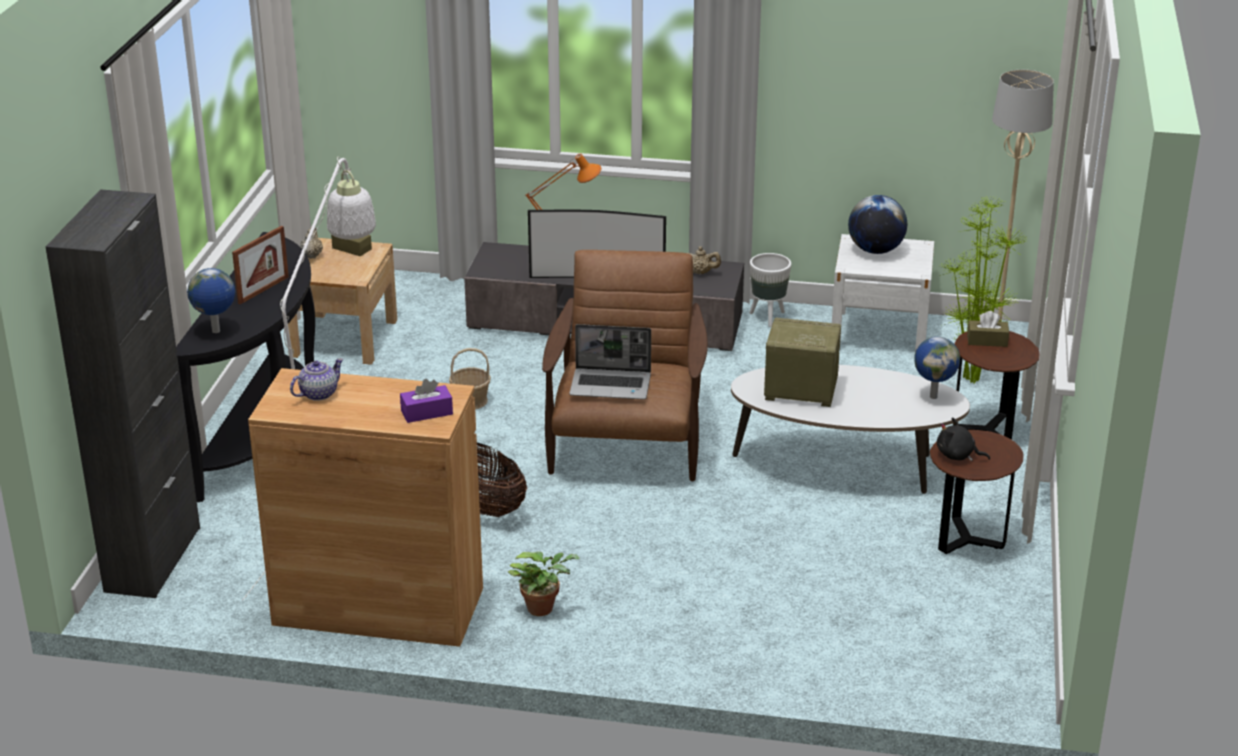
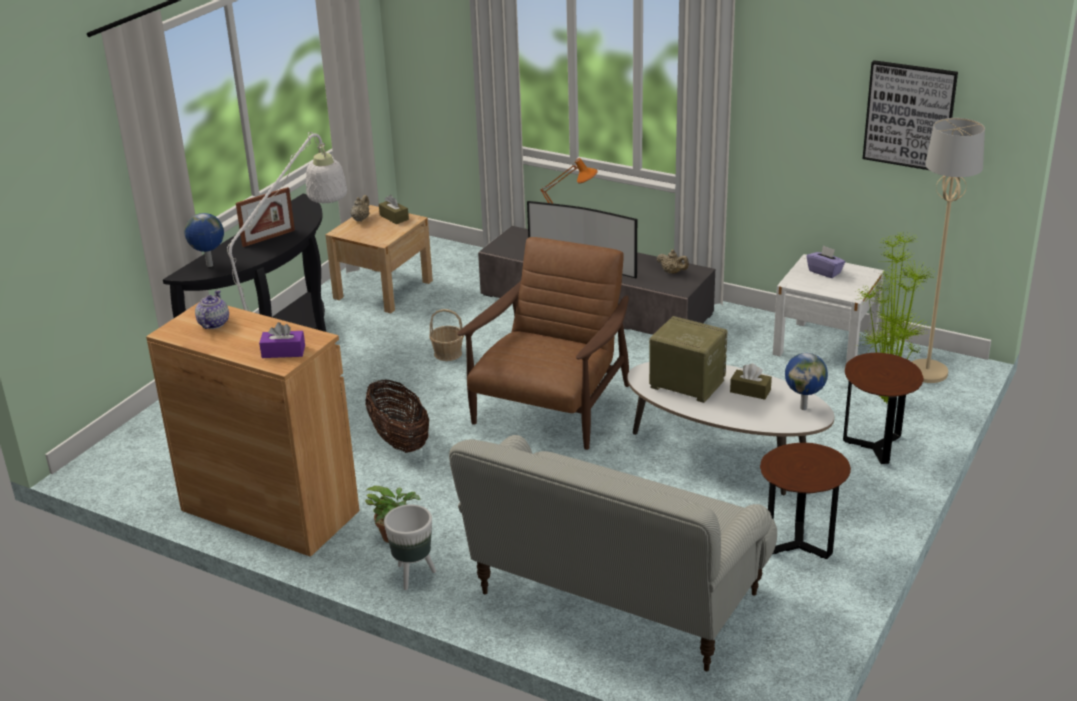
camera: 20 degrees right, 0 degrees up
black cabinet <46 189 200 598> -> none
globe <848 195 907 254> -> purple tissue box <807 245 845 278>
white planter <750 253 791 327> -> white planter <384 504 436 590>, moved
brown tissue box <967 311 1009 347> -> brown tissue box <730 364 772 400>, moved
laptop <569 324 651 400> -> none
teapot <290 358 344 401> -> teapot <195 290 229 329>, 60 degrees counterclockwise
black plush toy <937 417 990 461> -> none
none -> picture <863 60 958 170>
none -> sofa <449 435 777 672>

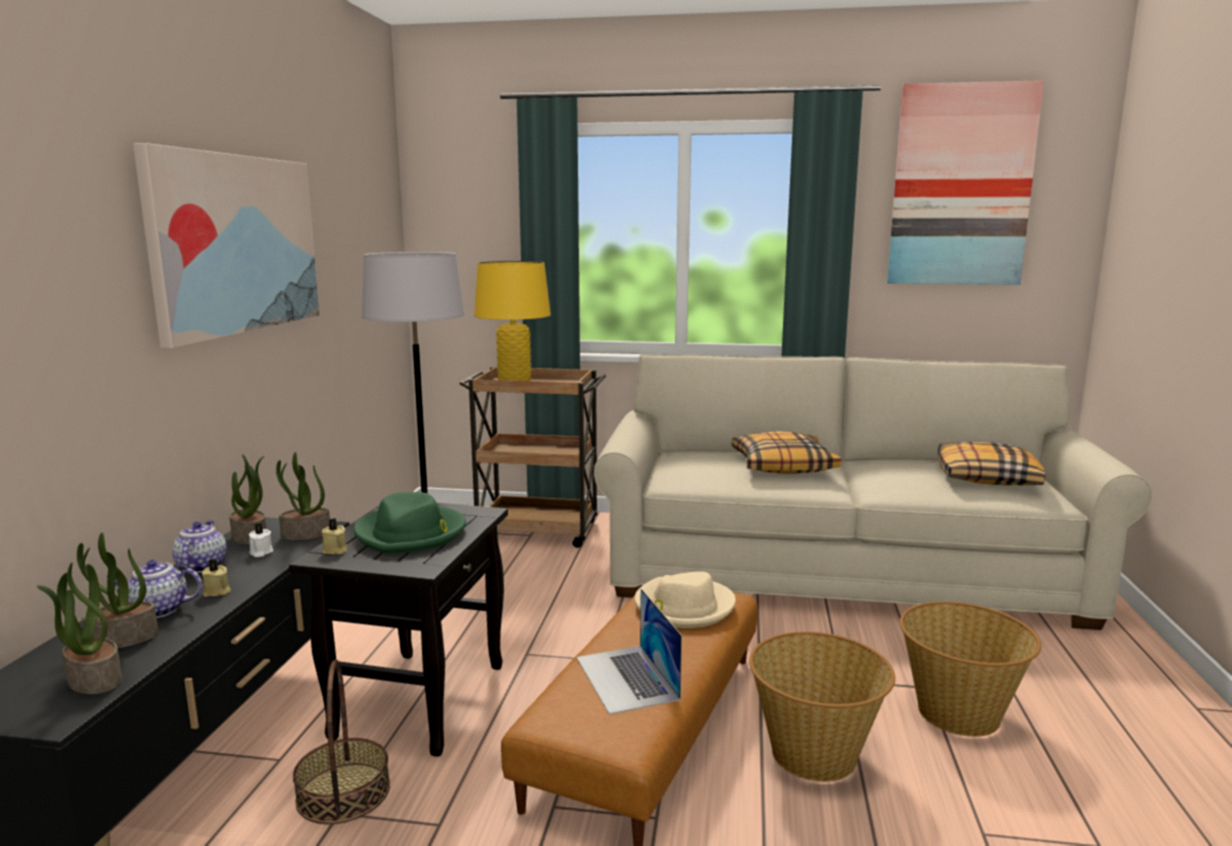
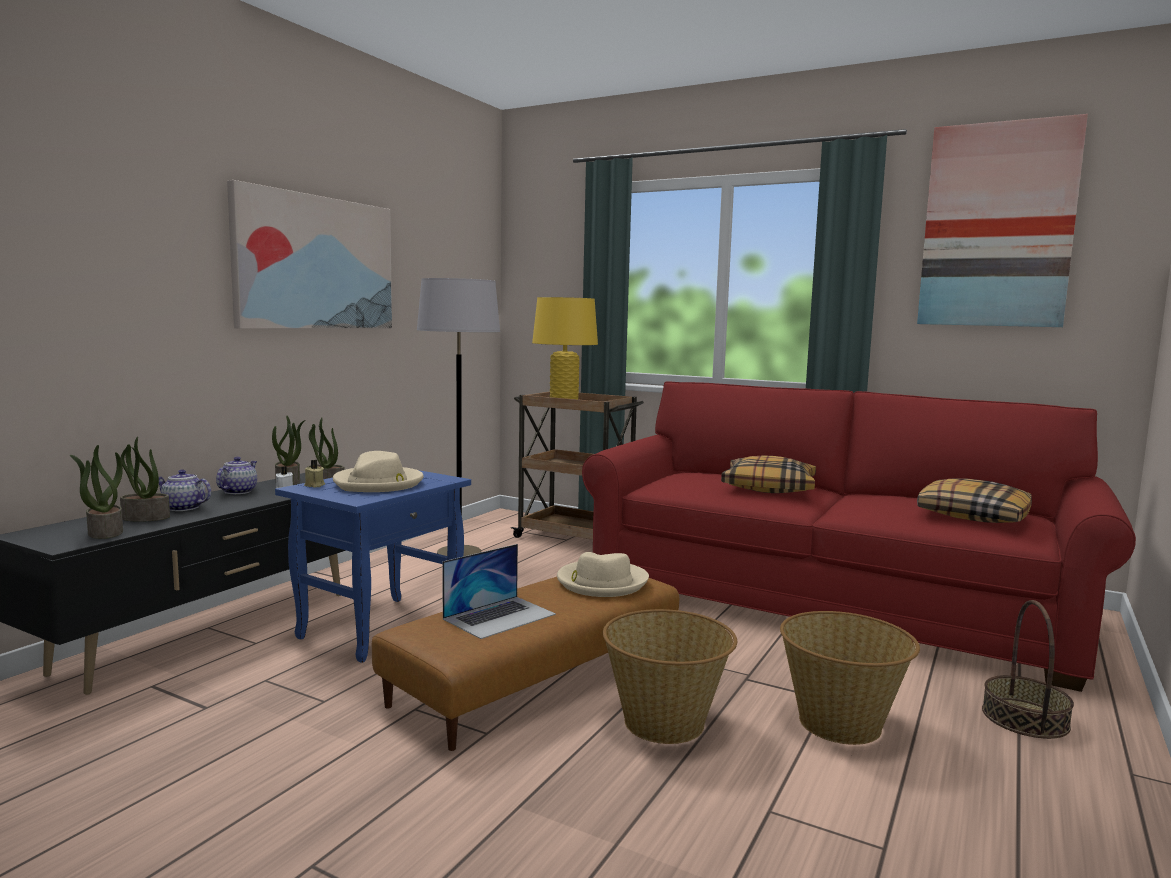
camera: 20 degrees right, 5 degrees down
beige sofa <594 354 1152 630> -> red sofa <582 381 1136 692>
green hat <354 492 466 554> -> beige hat <333 451 424 492>
black side table <289 503 508 757> -> blue side table <275 470 471 663>
beige candle <202 559 231 597> -> none
laptop <577 588 682 715> -> laptop <442 544 556 639>, 135 degrees counterclockwise
basket <293 659 390 824> -> basket <982 600 1074 739>, moved

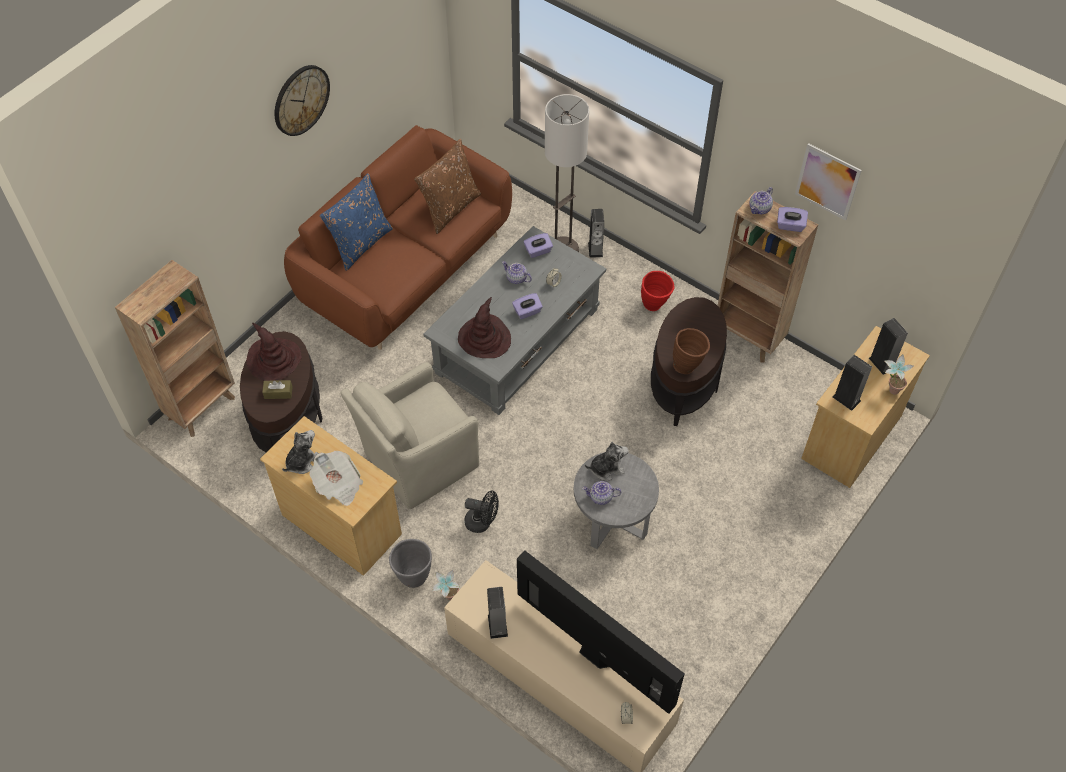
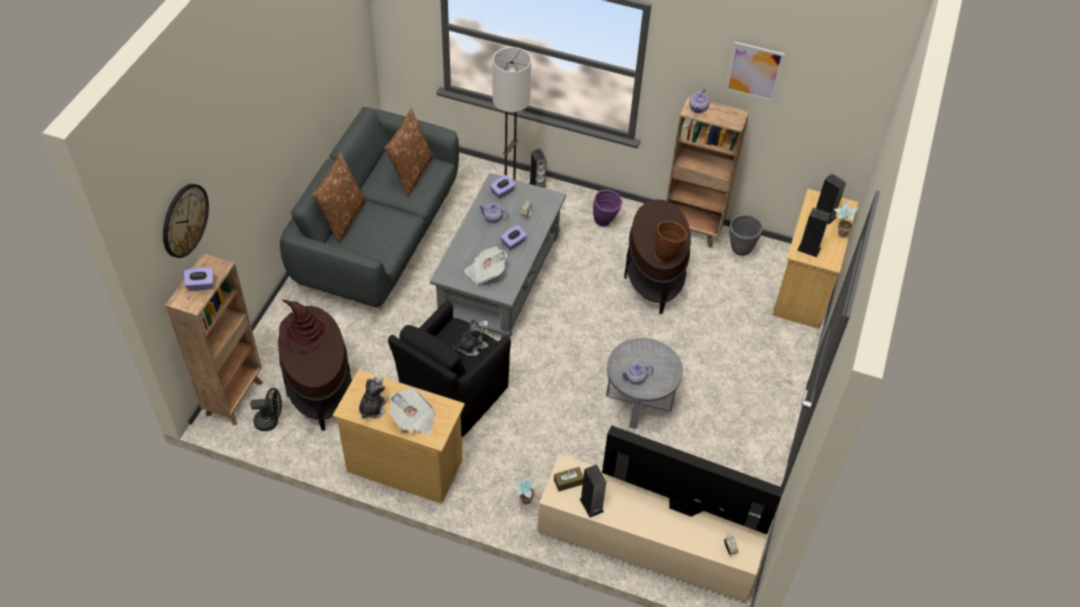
camera: 20 degrees left, 5 degrees down
wall clock <274 65 330 136> -> wall clock <163 184 209 258>, moved
brown sofa <284 125 512 350> -> grey sofa <280 107 459 311>
blue pillow <320 173 393 271> -> brown pillow <311 152 367 244>
purple tissue box <777 207 808 232> -> purple tissue box <184 267 214 291>, moved
red vase <641 271 674 311> -> purple vase <593 189 623 227>
brown hat <458 297 511 358> -> newspaper <465 246 507 285>
beige armchair <341 362 479 509> -> black armchair <388 301 511 437>
brown tissue box <262 380 292 399> -> brown tissue box <554 467 583 491>, moved
plush toy <585 441 629 481> -> plush toy <453 318 489 356>, moved
black fan <464 490 499 533> -> black fan <250 388 282 431>, moved
grey planter <389 539 432 588> -> grey planter <730 214 763 256>, moved

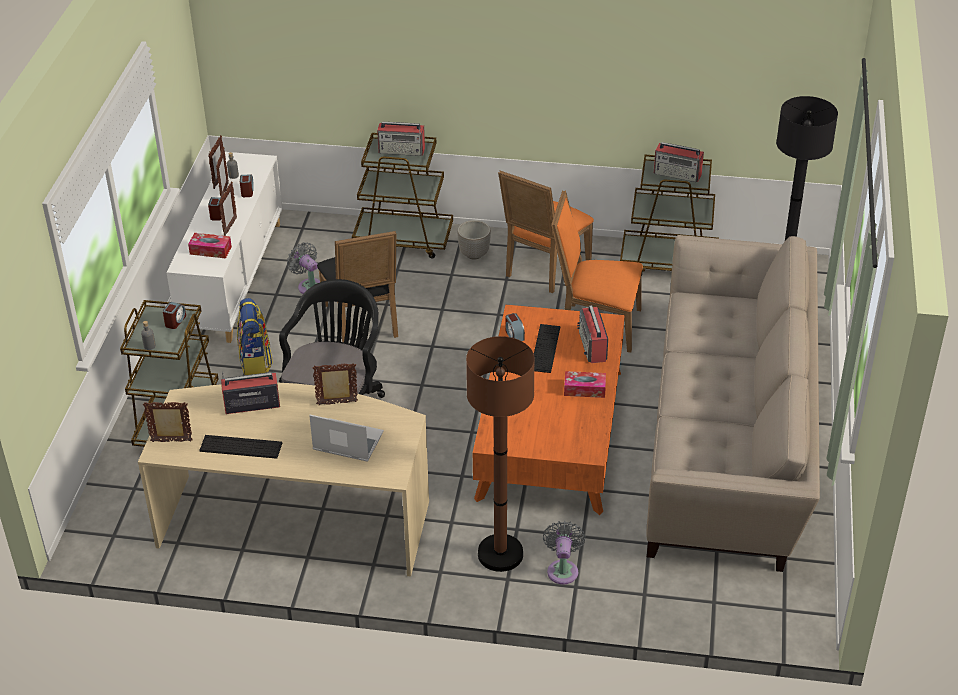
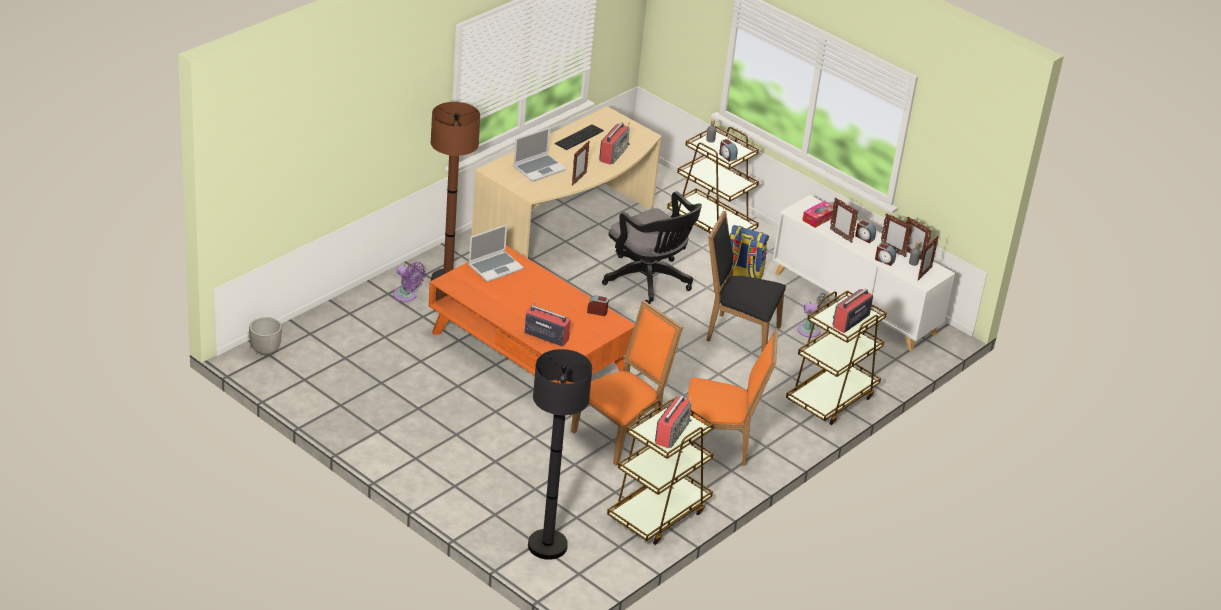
camera: 120 degrees right, 5 degrees down
radio <654 142 704 182> -> radio <655 396 692 449>, 150 degrees clockwise
orange chair <498 171 594 293> -> orange chair <687 329 778 466>, 120 degrees clockwise
planter <457 220 491 259> -> planter <249 317 282 355>, moved
beige sofa <646 235 820 572> -> none
keyboard <534 324 560 373> -> none
tissue box <564 371 606 398> -> none
picture frame <143 402 193 442> -> picture frame <918 235 939 281>, moved
grey fan <543 521 586 584> -> purple fan <393 262 426 302>
none -> laptop <468 224 524 282>

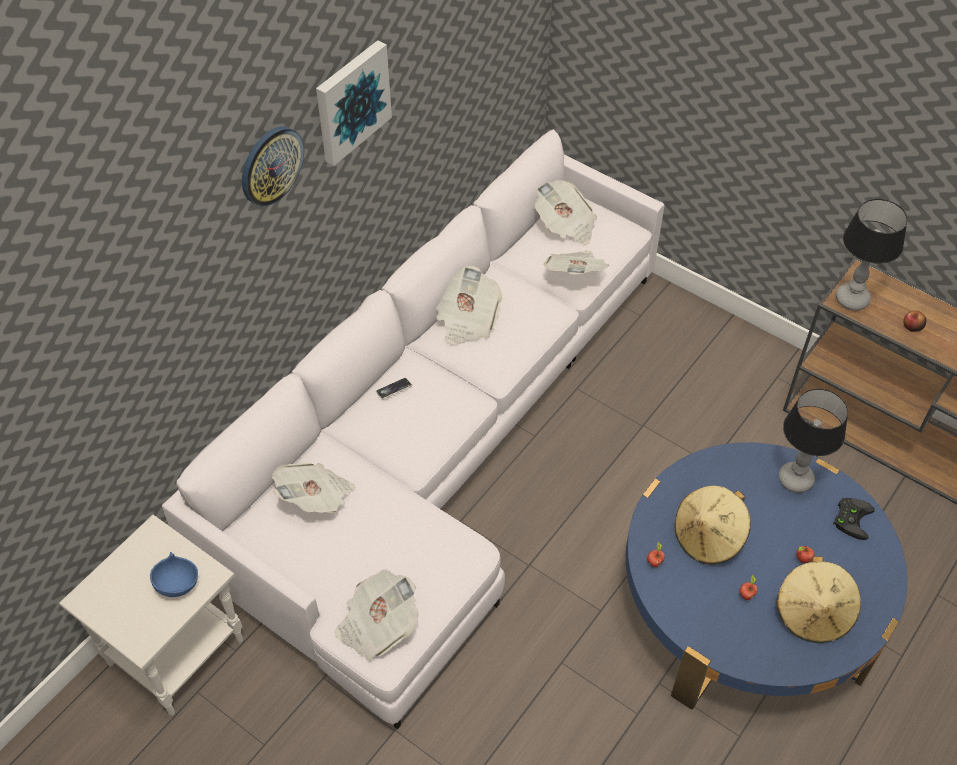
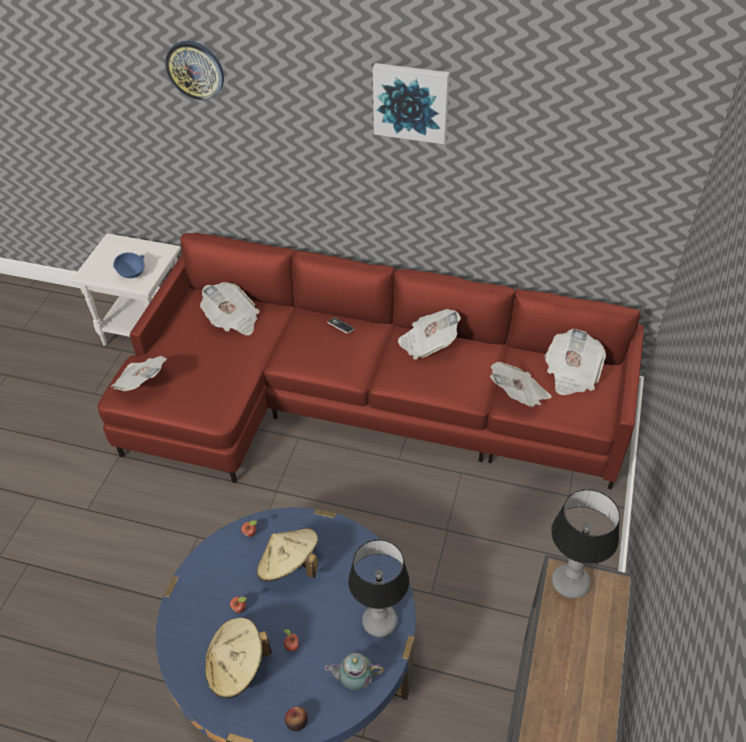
camera: 70 degrees right, 5 degrees down
wall clock <242 127 304 207> -> wall clock <165 41 224 100>, moved
white sofa <162 129 665 729> -> red sofa <98 233 644 490>
apple <903 311 926 332> -> apple <285 706 308 732>, moved
black game controller <833 498 875 540> -> teapot <324 653 384 690>

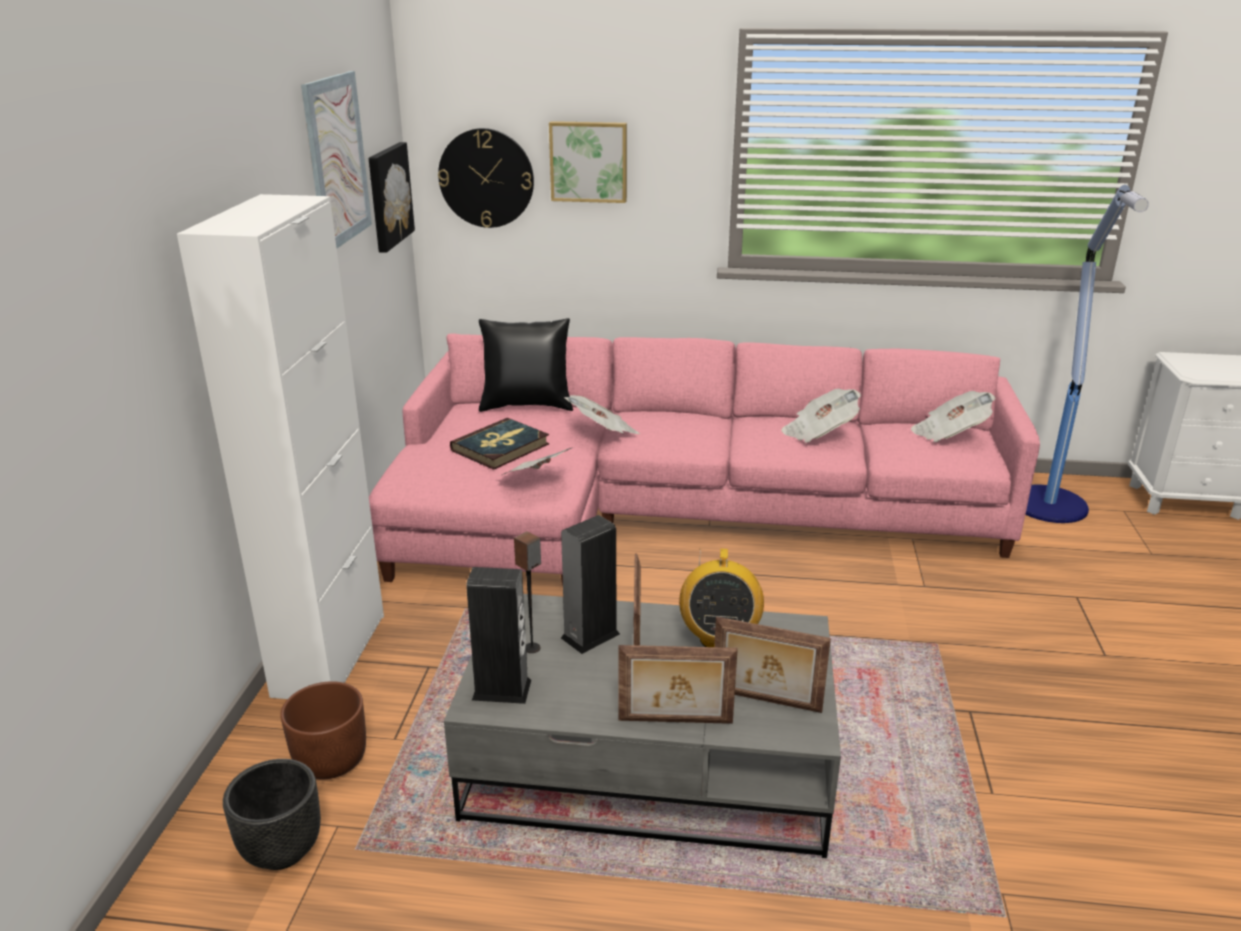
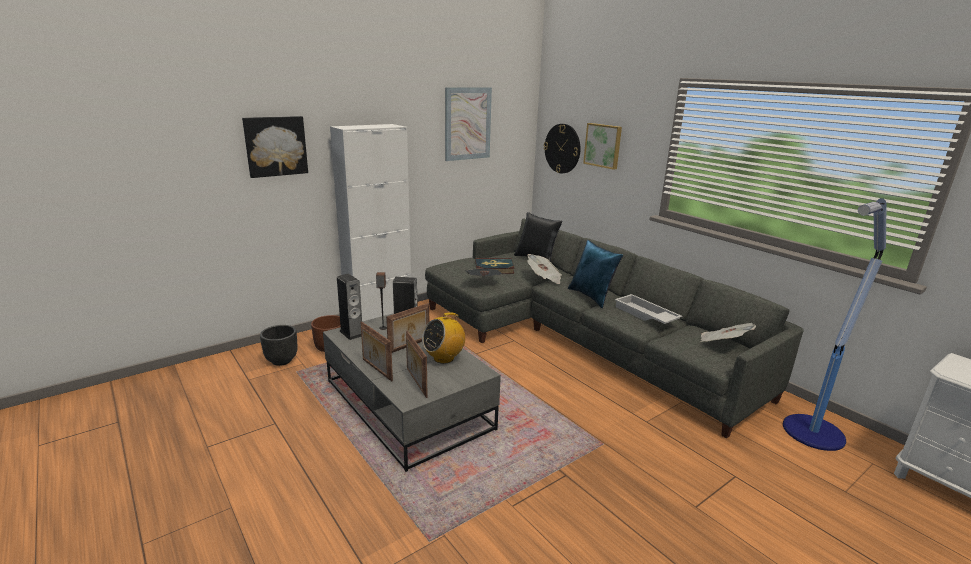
camera: 45 degrees right, 5 degrees down
picture <368 142 415 253> -> picture <242 116 308 178>, moved
pink sofa <369 334 1040 585> -> grey sofa <425 219 804 438>
newspaper <781 389 861 443> -> white tray <615 294 682 324>
none -> blue pillow <568 240 623 308>

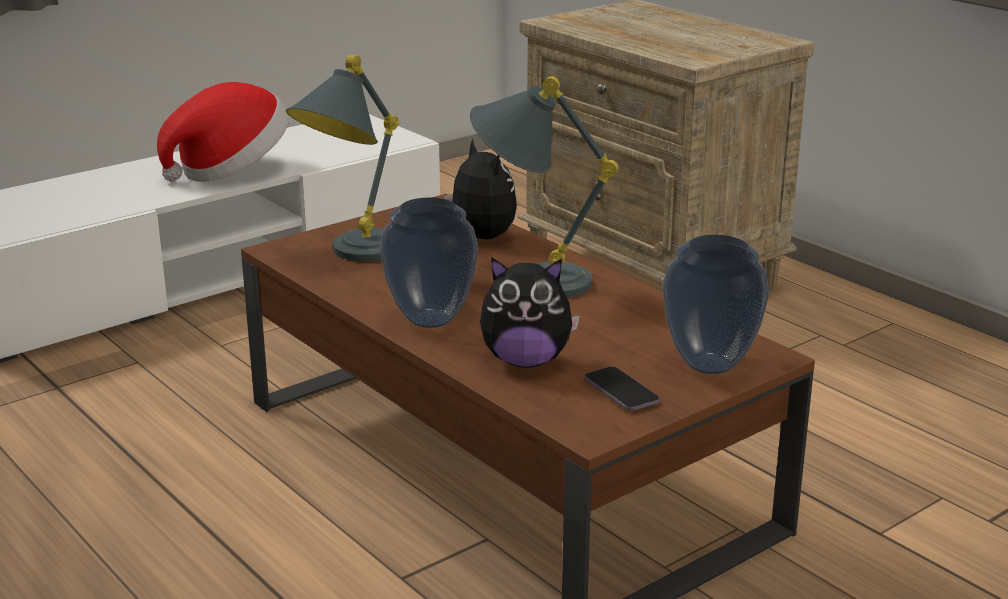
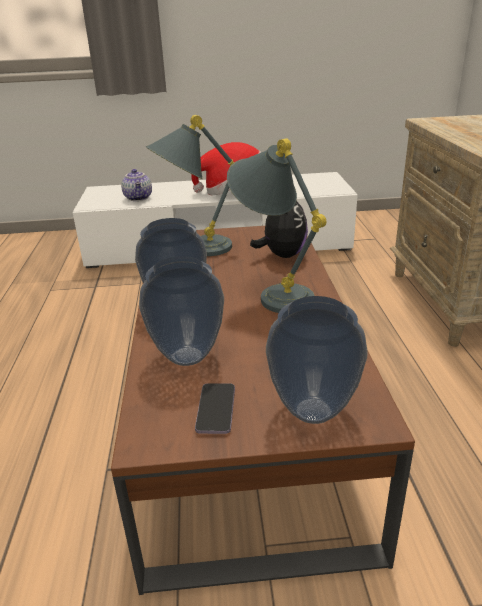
camera: 35 degrees right, 5 degrees up
plush toy <480 257 580 368> -> vase <139 256 224 366>
none -> teapot <121 169 152 201>

